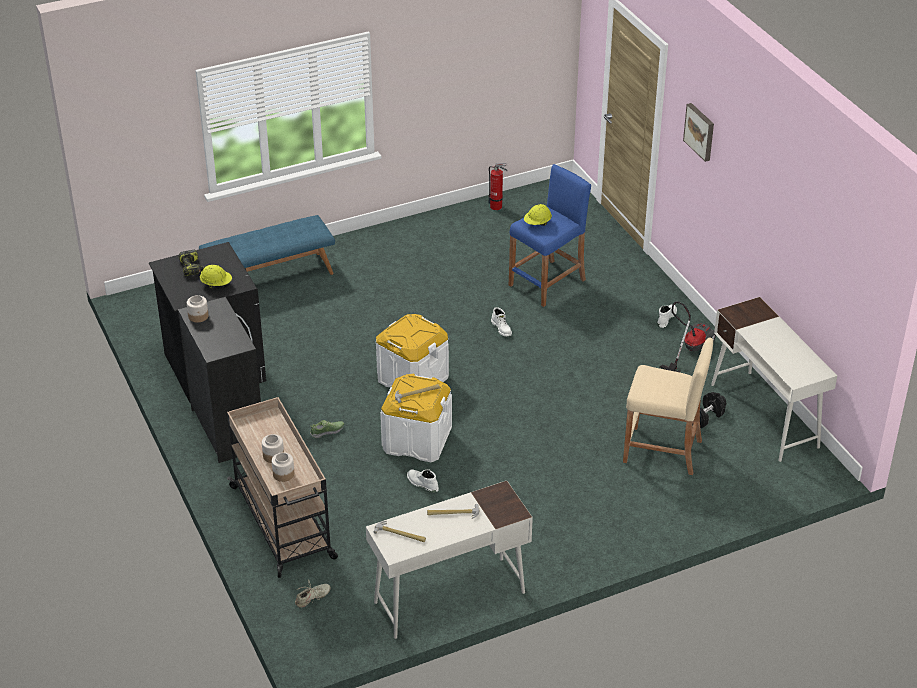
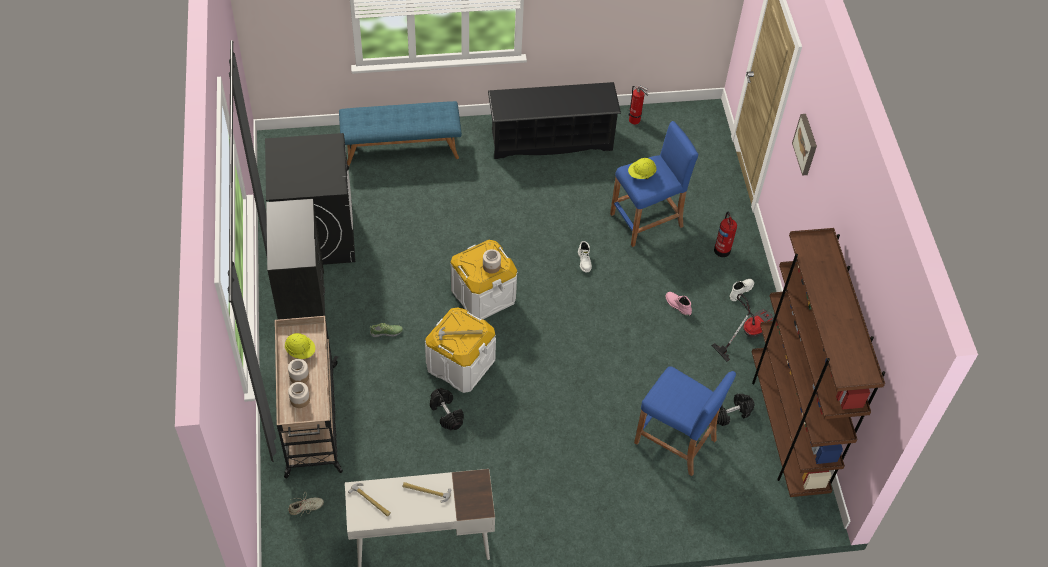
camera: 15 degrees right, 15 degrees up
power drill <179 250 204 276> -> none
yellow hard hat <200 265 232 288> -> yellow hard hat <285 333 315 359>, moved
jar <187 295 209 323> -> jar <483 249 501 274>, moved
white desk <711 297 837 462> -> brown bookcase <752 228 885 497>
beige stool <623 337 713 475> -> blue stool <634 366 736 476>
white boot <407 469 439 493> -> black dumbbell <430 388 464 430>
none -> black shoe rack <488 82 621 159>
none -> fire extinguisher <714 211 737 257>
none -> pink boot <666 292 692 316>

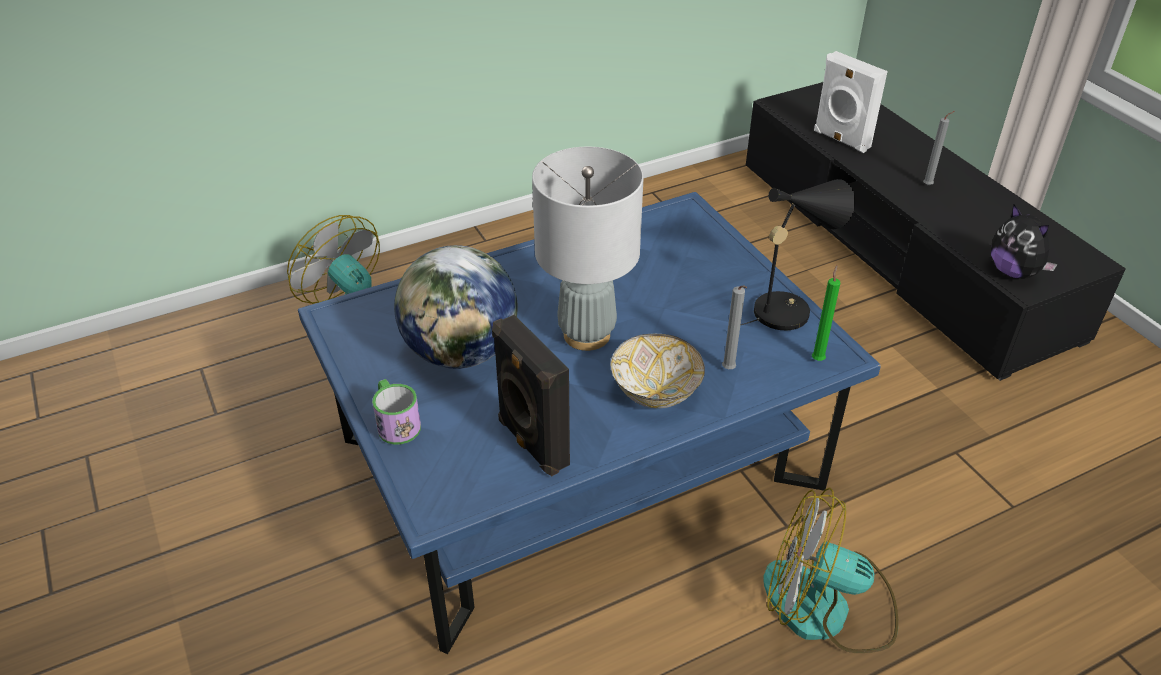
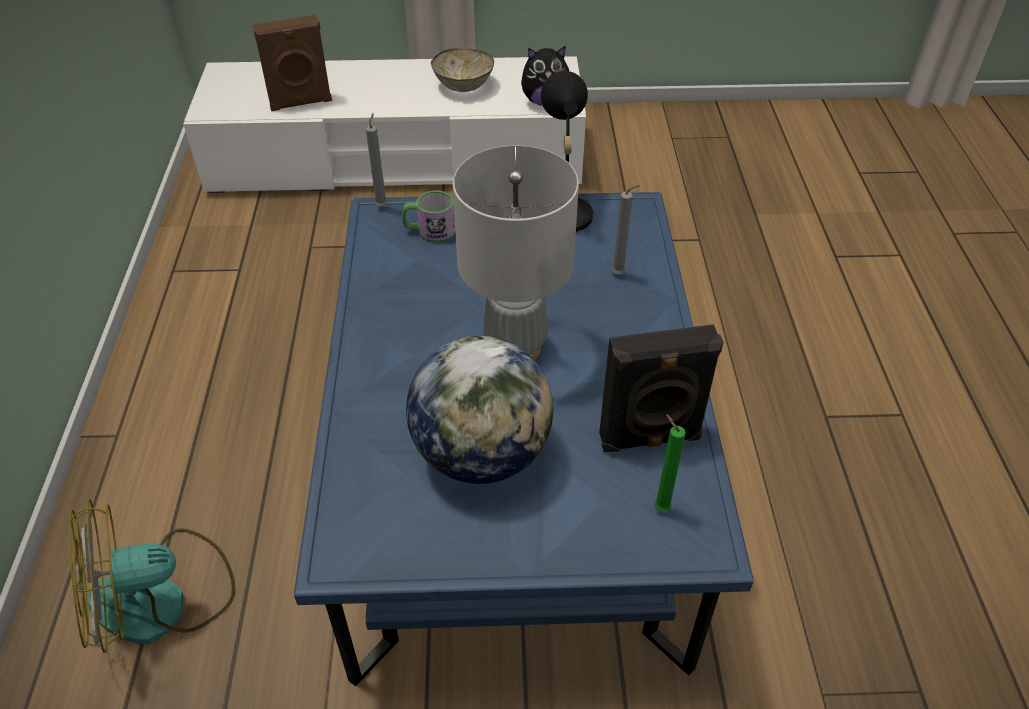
camera: 65 degrees left, 5 degrees up
white speaker <814 51 888 153> -> brown speaker <253 15 332 111>
black tv stand <746 82 1126 381> -> white tv stand <184 56 586 193>
grey candle <923 111 955 186> -> grey candle <366 113 387 207>, moved
green candle <812 265 840 361> -> green candle <654 414 686 512>, moved
bowl <610 334 705 408> -> bowl <431 48 494 92>, moved
mug <372 379 421 445> -> mug <402 190 455 243>, moved
fan <763 487 898 653> -> none

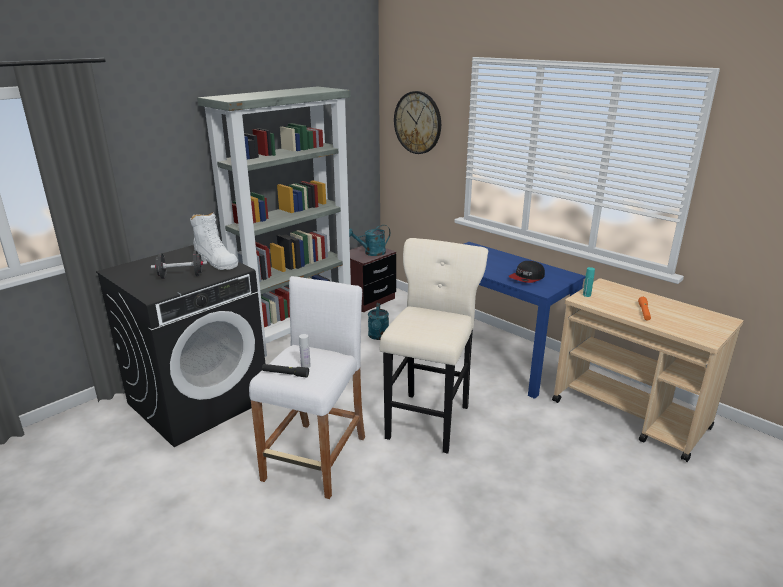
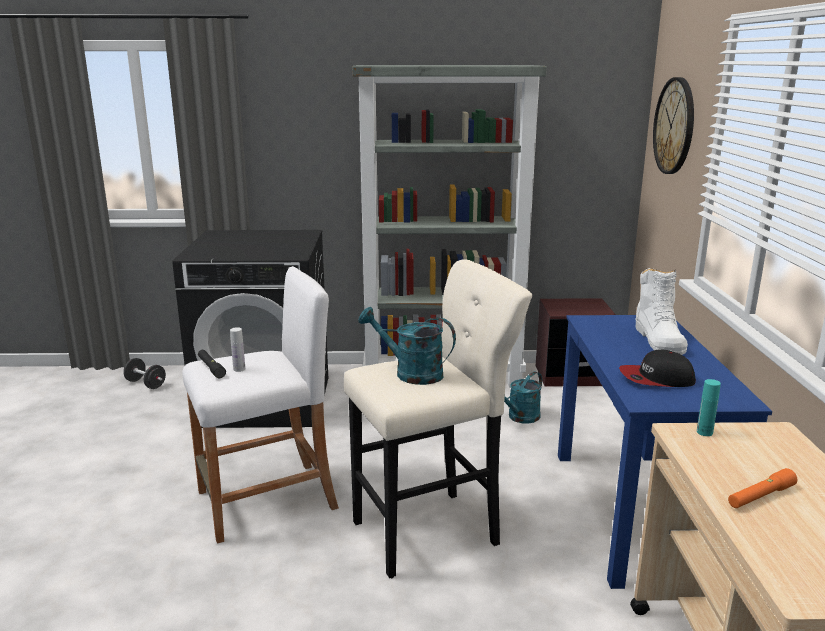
camera: 45 degrees right, 5 degrees down
white boot <190 212 238 270> -> white boot <635 268 688 355>, moved
turquoise watering can <349 225 390 256> -> turquoise watering can <358 307 456 385>, moved
black dumbbell <151 251 207 279> -> black dumbbell <123 358 166 389>, moved

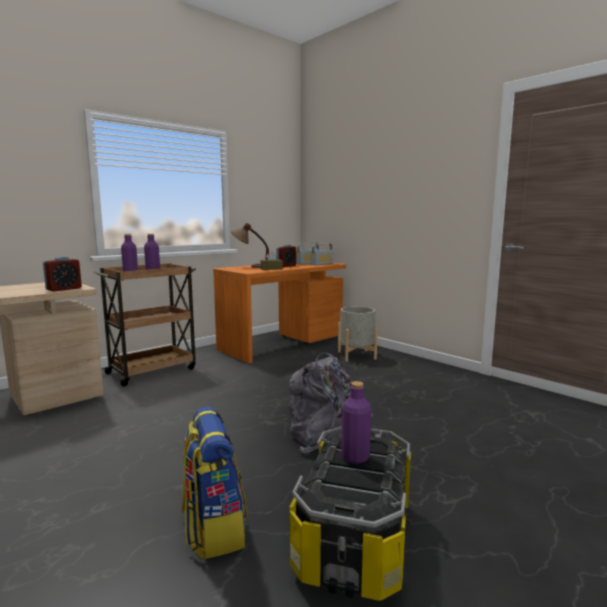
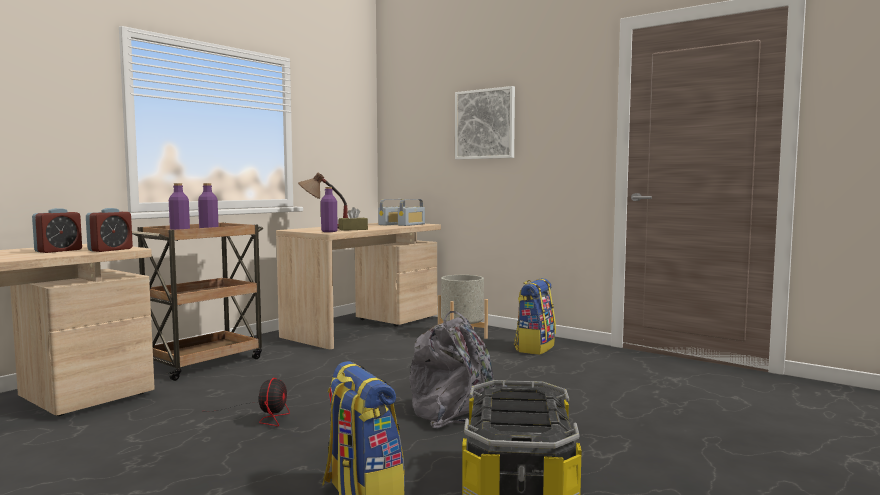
camera: 10 degrees left, 5 degrees down
alarm clock <276 244 296 267> -> alarm clock <32 208 82 253>, moved
orange desk <213 263 346 363> -> beige desk <276 223 441 349>
purple bottle <341 381 371 464> -> purple bottle <321 187 338 232>, moved
none -> picture <455 86 515 160>
none -> backpack <514 278 556 355>
none -> fan <217 378 290 426>

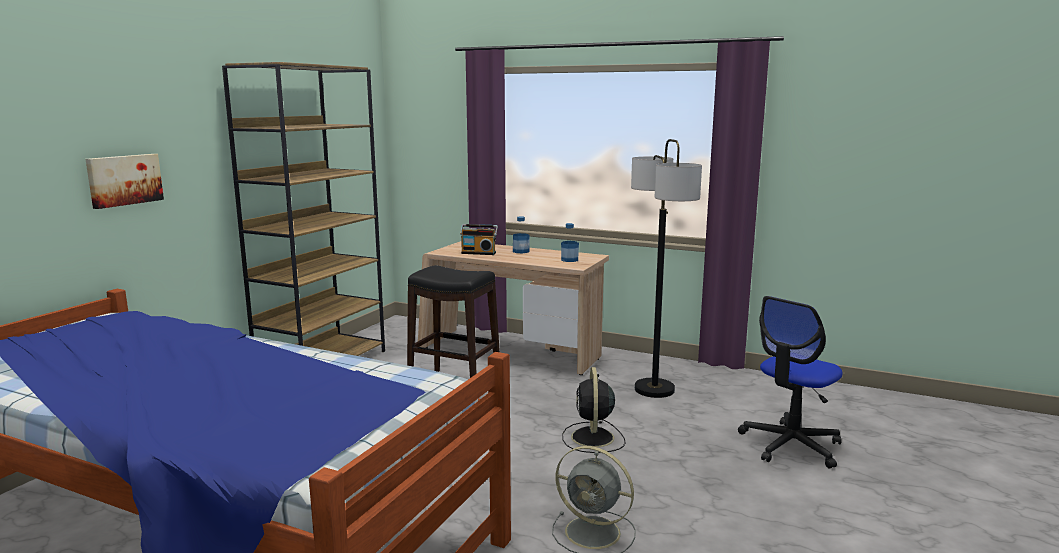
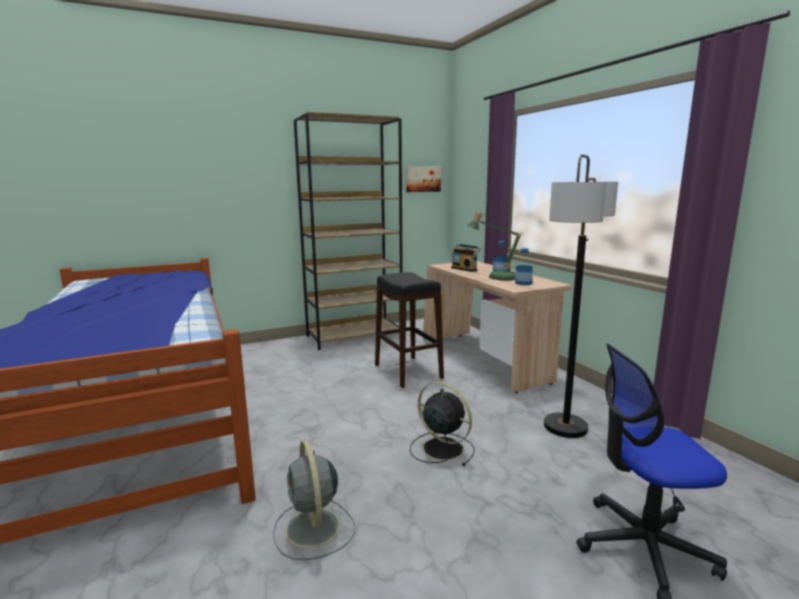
camera: 40 degrees right, 0 degrees up
picture <86 154 164 209> -> picture <406 166 441 192>, moved
black fan <562 367 626 453> -> black fan <410 382 475 466>, 90 degrees clockwise
none -> table lamp <467 211 523 280>

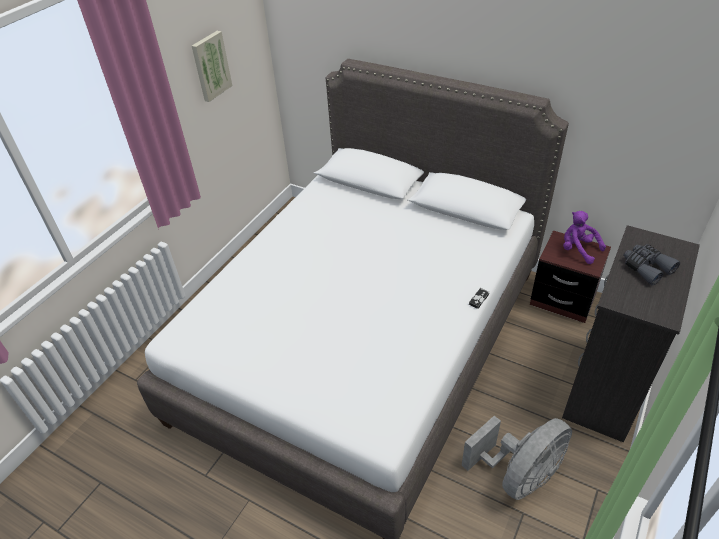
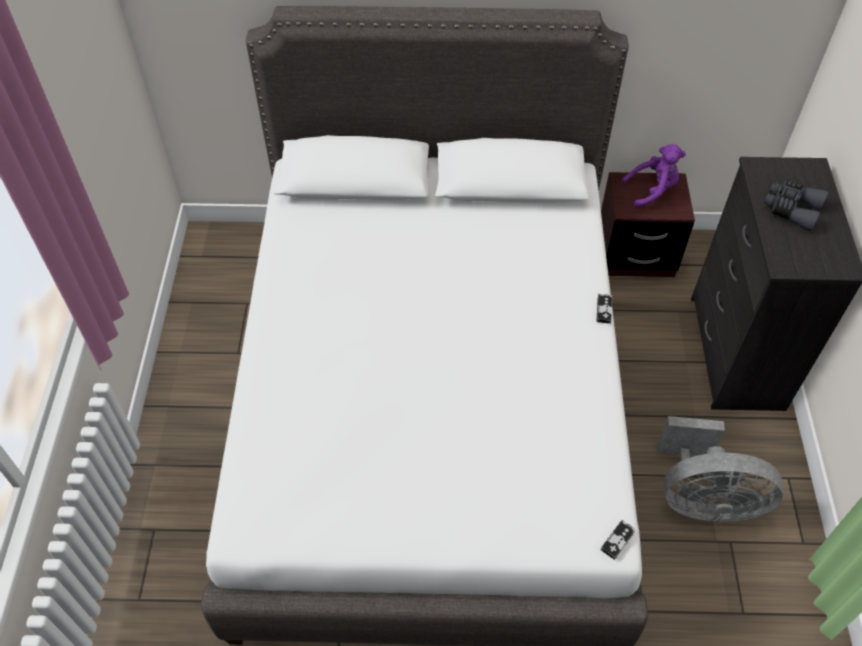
camera: 30 degrees left, 10 degrees up
picture <192 31 232 102> -> none
purple plush toy <563 211 606 264> -> purple plush toy <621 144 686 209>, 150 degrees clockwise
grey fan <462 416 572 500> -> grey fan <657 416 784 522>, 75 degrees clockwise
none -> game controller <601 520 636 560>

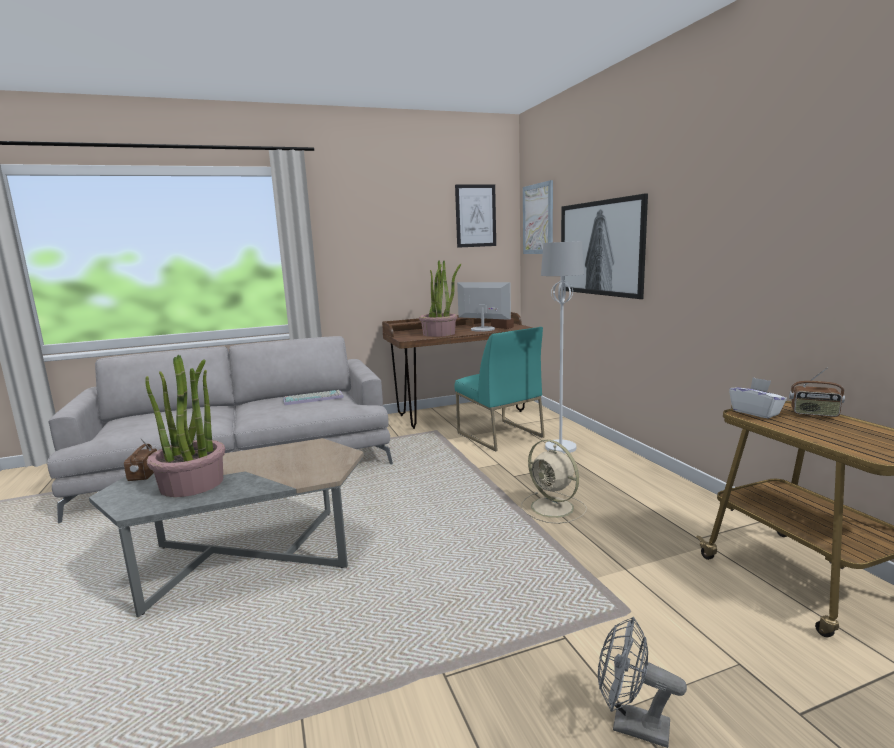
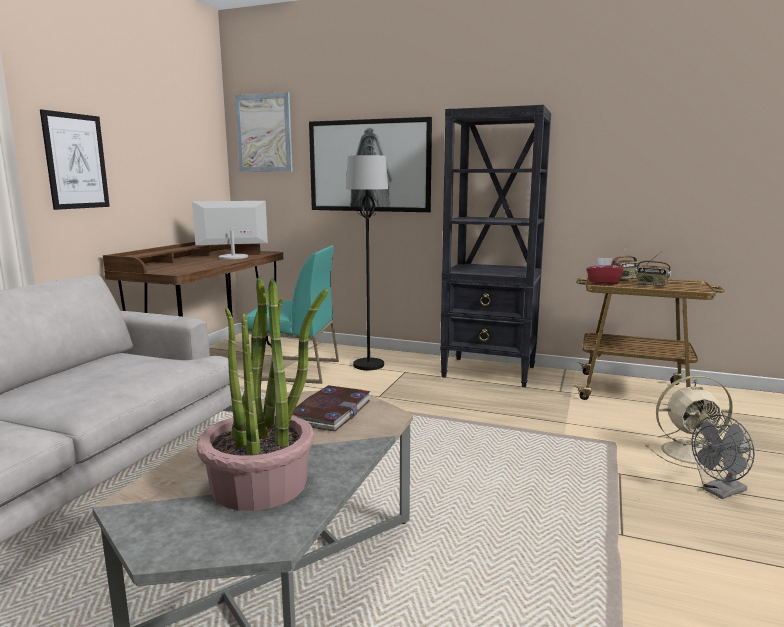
camera: 50 degrees left, 0 degrees up
picture <455 184 496 248> -> picture <40 109 110 210>, moved
white floor lamp <541 241 584 454> -> black floor lamp <346 155 388 370>
potted plant <419 261 461 337> -> none
white tissue box <729 377 787 418> -> red tissue box <587 258 624 284>
keyboard <283 390 344 405> -> none
radio <124 438 157 481> -> radio <635 251 671 286>, moved
beige fan <521 440 587 524> -> beige fan <645 375 733 470>, moved
none -> black bookcase <440 105 551 388>
none -> book <292 385 371 431>

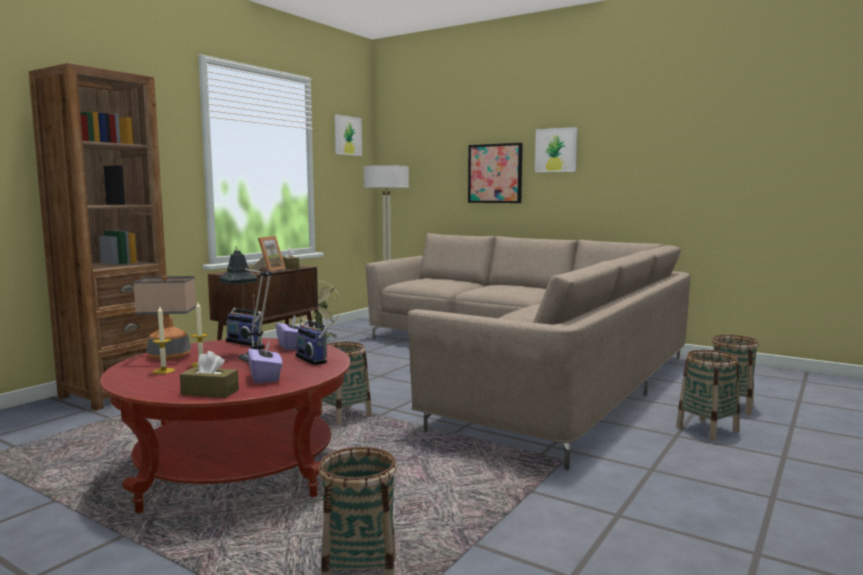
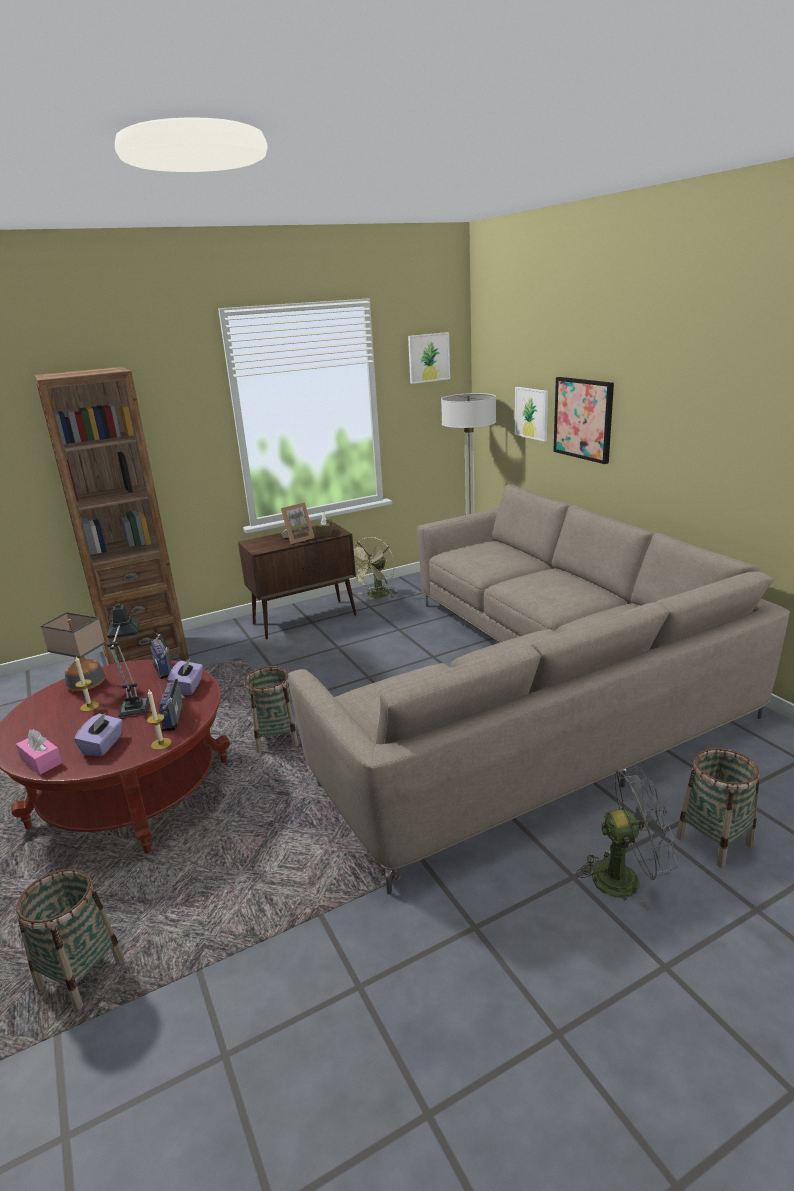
camera: 30 degrees right, 15 degrees up
picture <535 127 578 172> -> picture <515 387 548 442>, moved
candle <152 307 175 374> -> candle <147 690 172 750>, moved
basket <676 350 740 440> -> grey fan <576 767 678 911>
brown tissue box <180 351 239 398> -> pink tissue box <16 729 62 775>

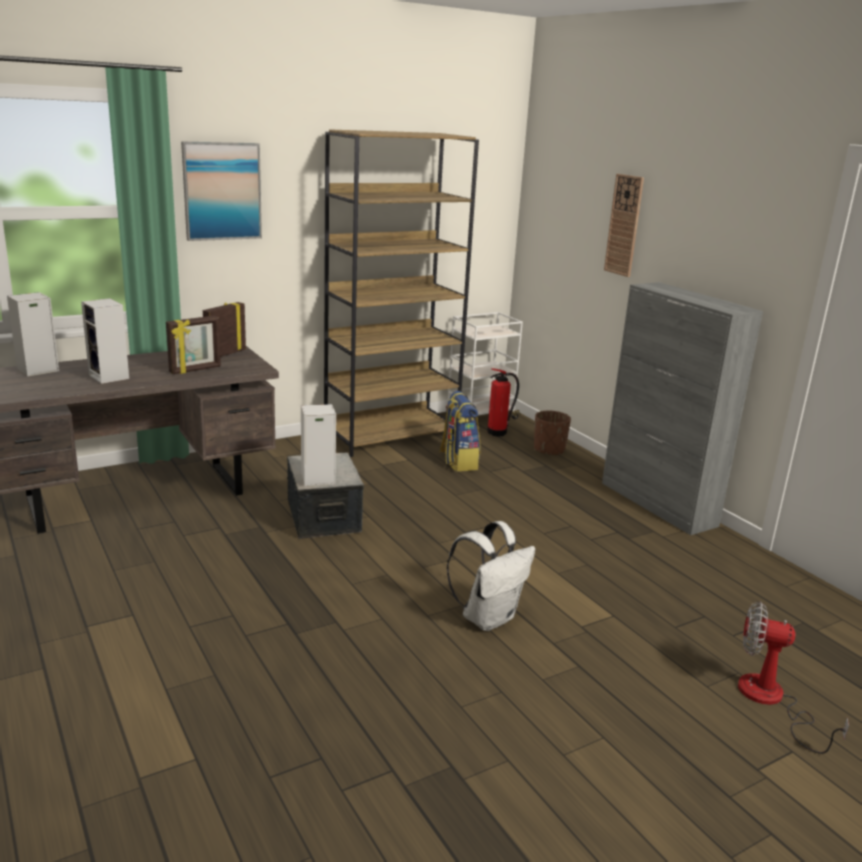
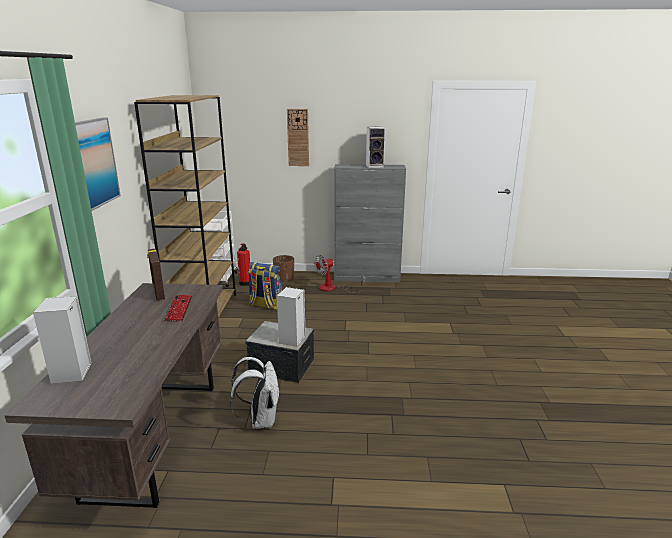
camera: 55 degrees left, 0 degrees up
speaker <81 298 129 384> -> speaker <366 127 385 168>, moved
picture frame <166 316 221 374> -> keyboard <164 294 192 322>
white backpack <447 521 535 631> -> white backpack <230 357 280 429>, moved
fan <738 602 849 754> -> fan <314 255 366 293>, moved

